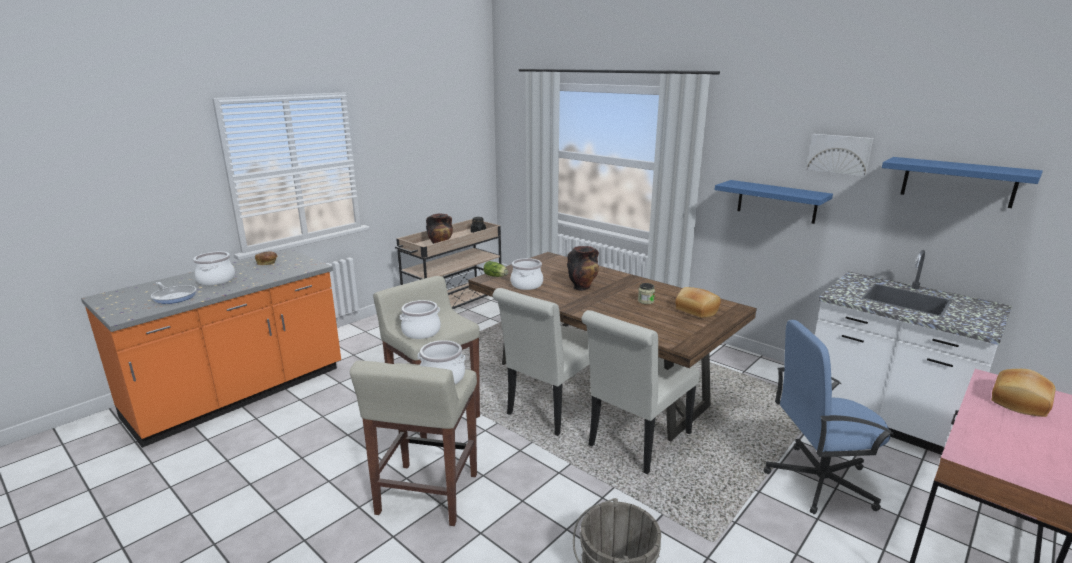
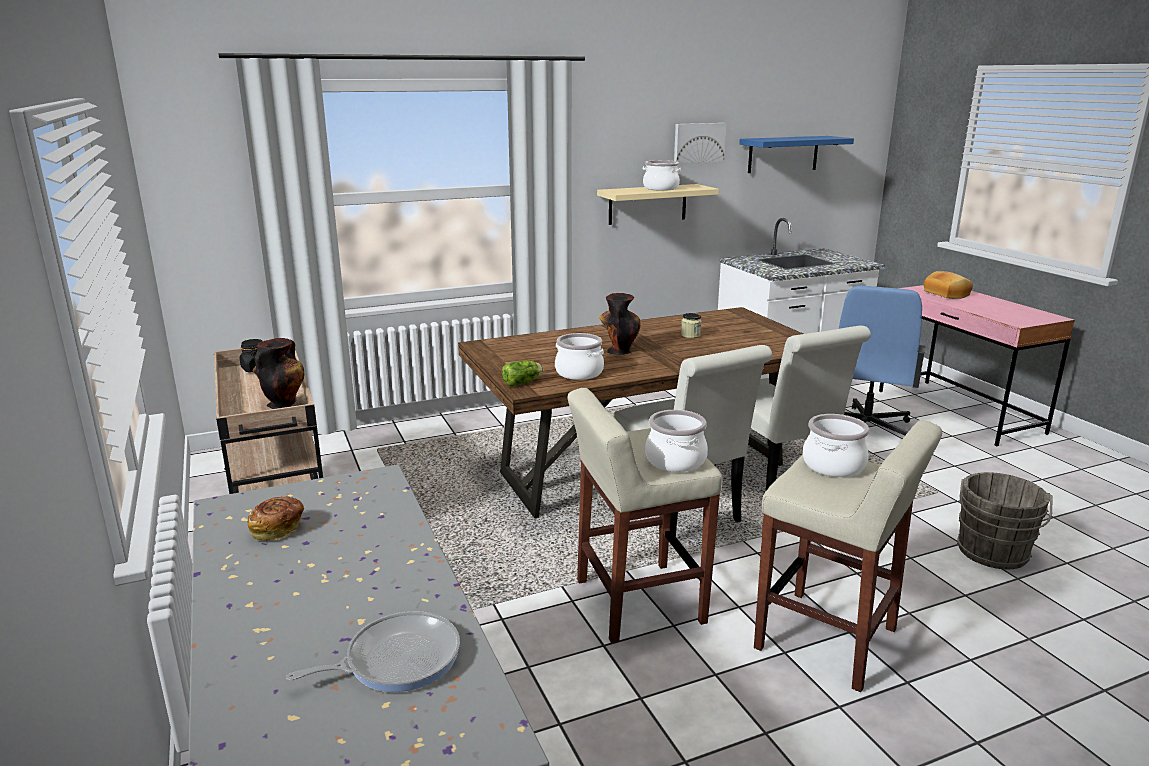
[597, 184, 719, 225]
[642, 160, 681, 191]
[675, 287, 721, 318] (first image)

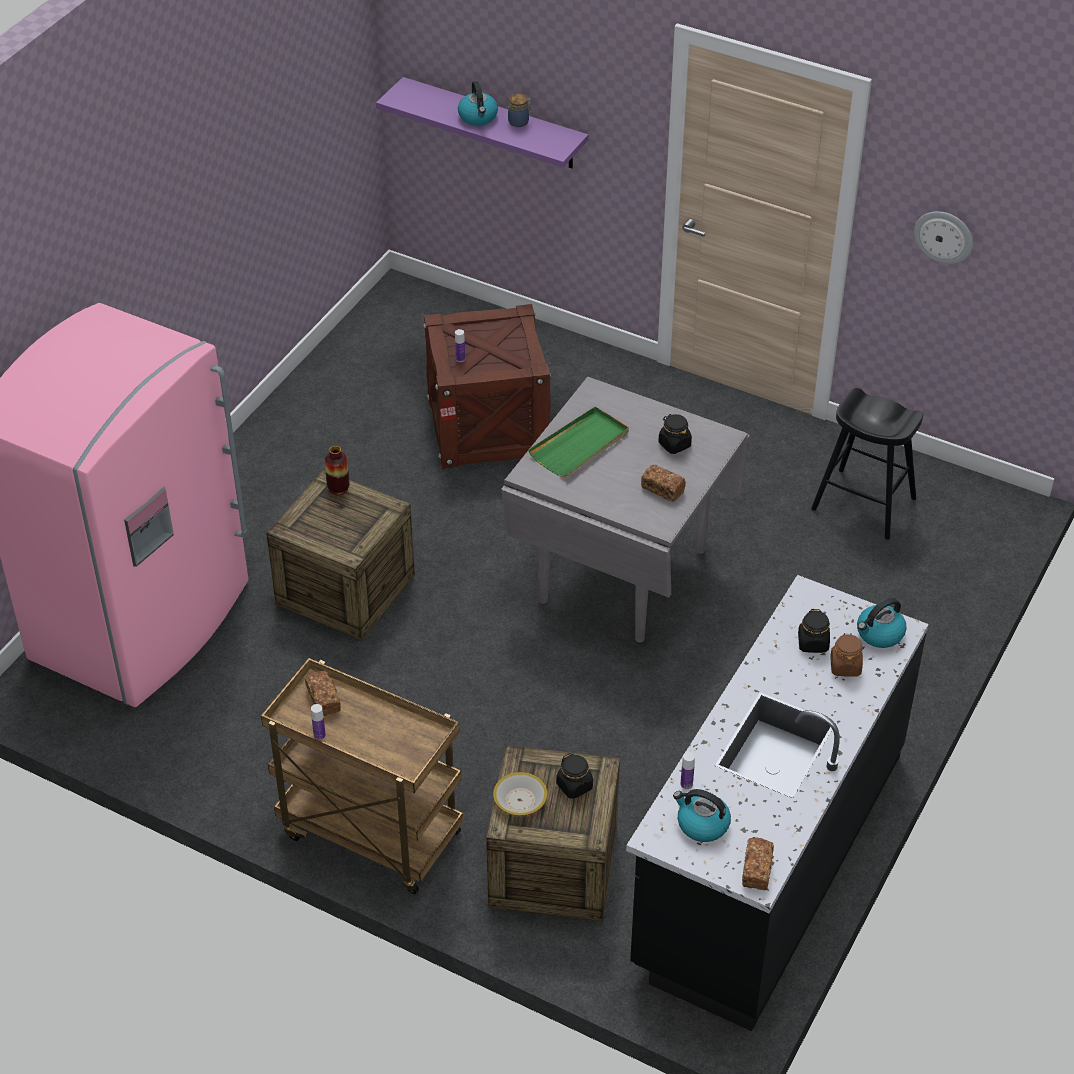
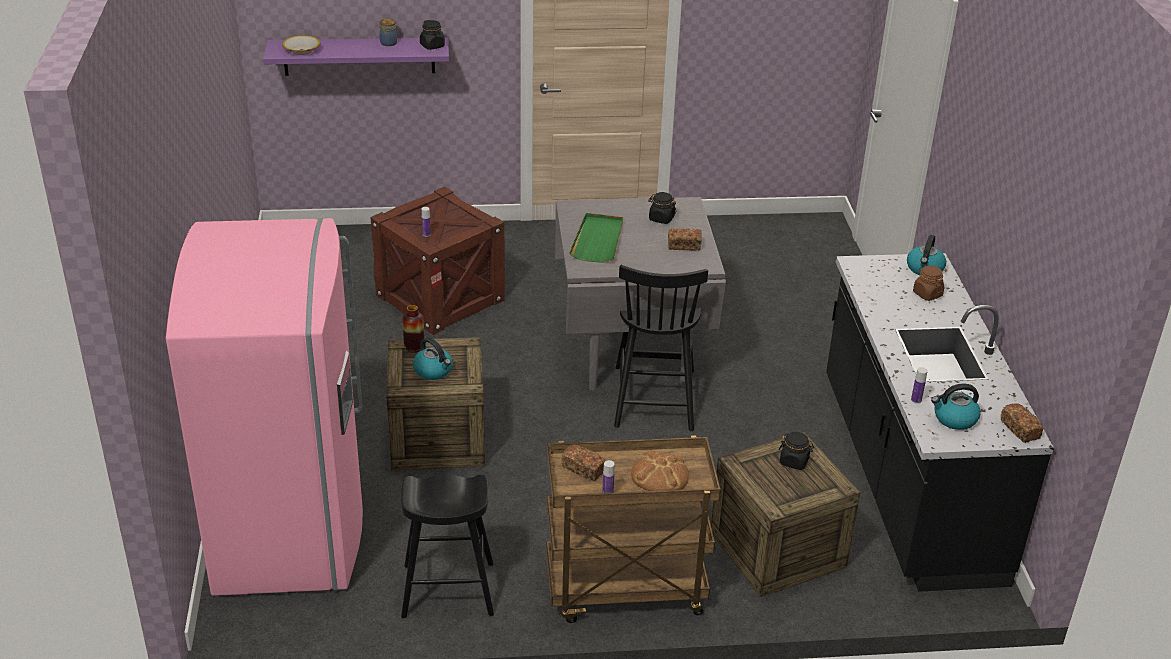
[282, 35, 320, 55]
[401, 475, 494, 618]
[413, 337, 453, 380]
[420, 20, 445, 50]
[614, 265, 708, 431]
[631, 450, 689, 491]
[914, 211, 973, 264] (first image)

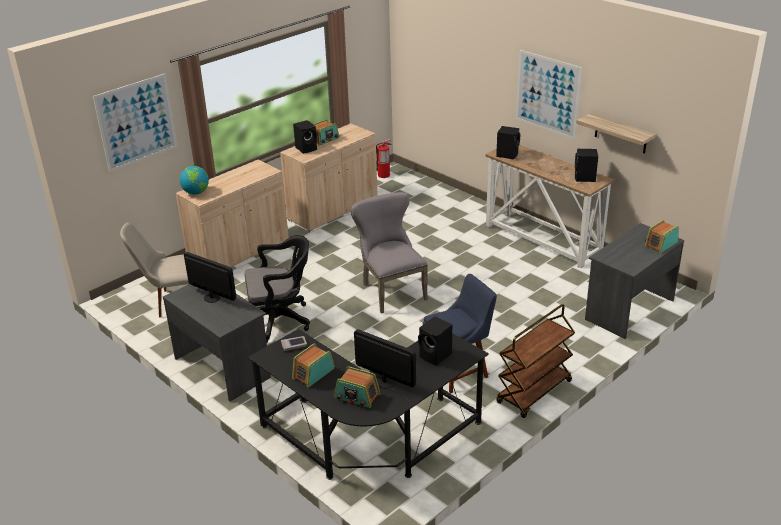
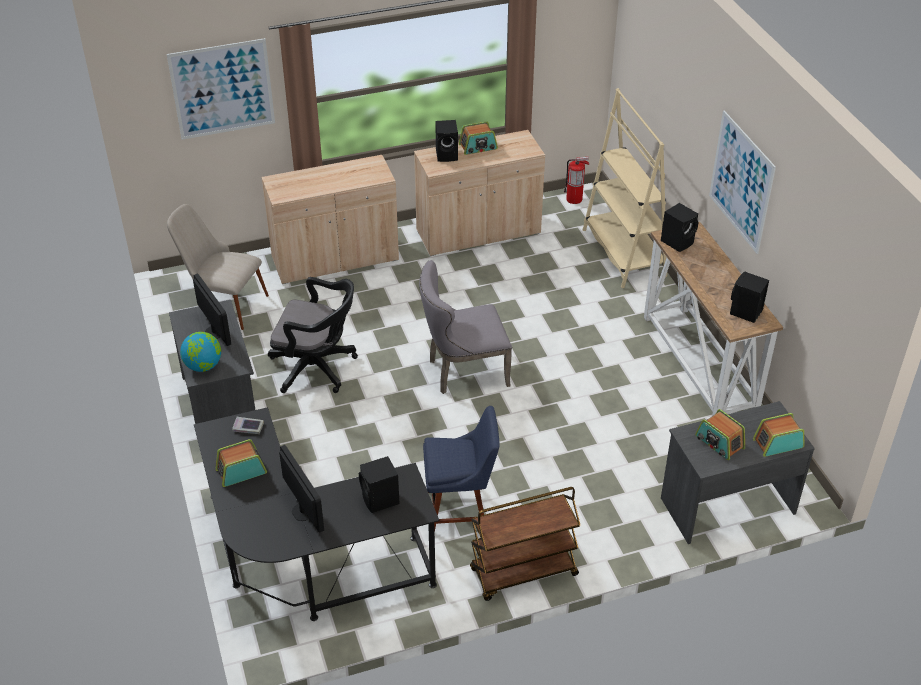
[180, 332, 221, 372]
[419, 260, 512, 394]
[583, 88, 667, 288]
[695, 409, 745, 460]
[576, 113, 656, 154] (first image)

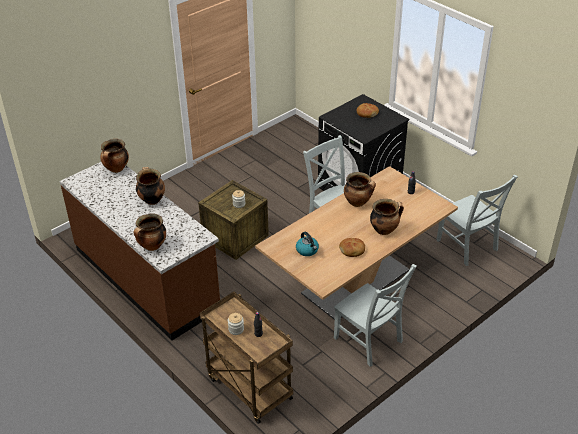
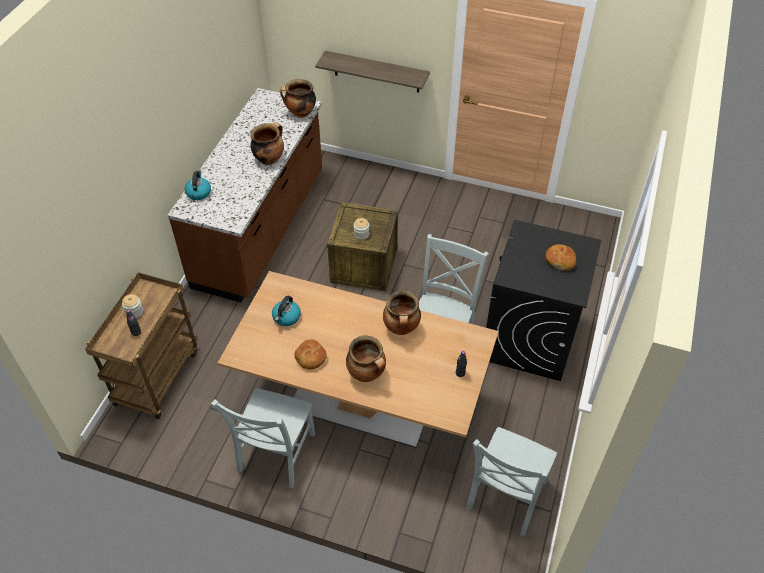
[185, 171, 211, 200]
[315, 51, 430, 92]

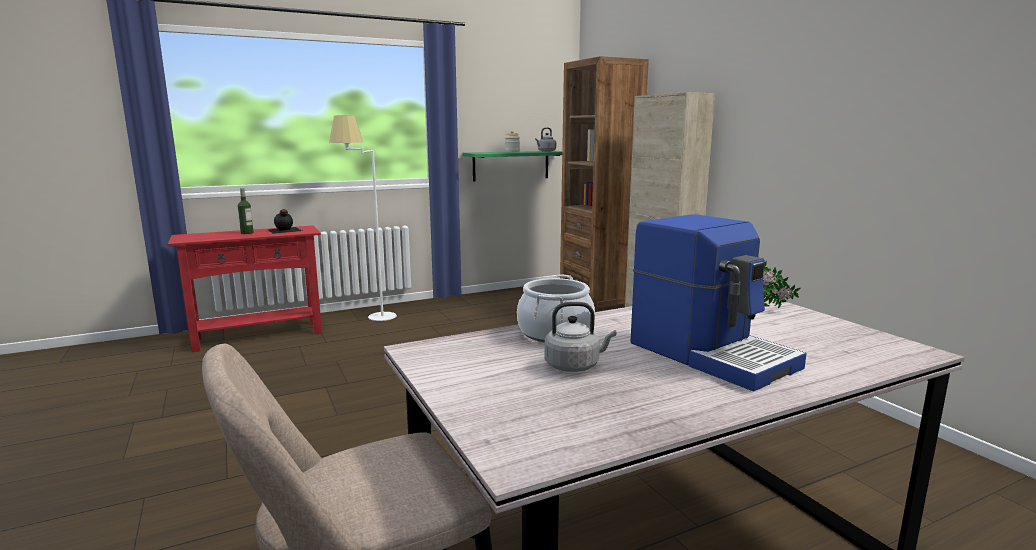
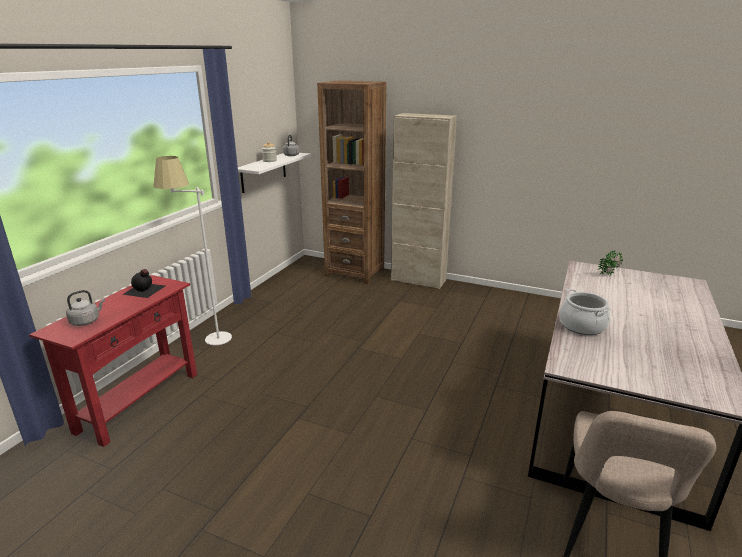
[66, 290, 105, 326]
[238, 153, 311, 193]
[238, 188, 254, 234] (first image)
[630, 215, 807, 392] (first image)

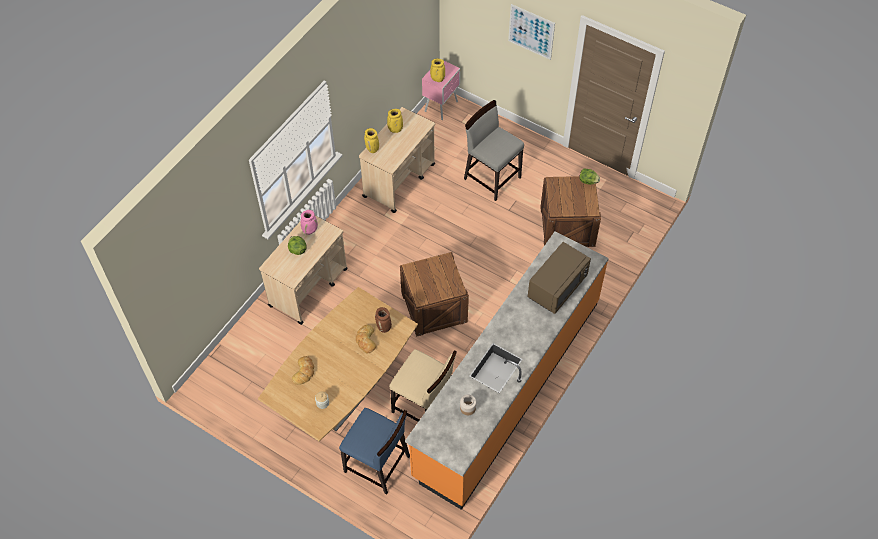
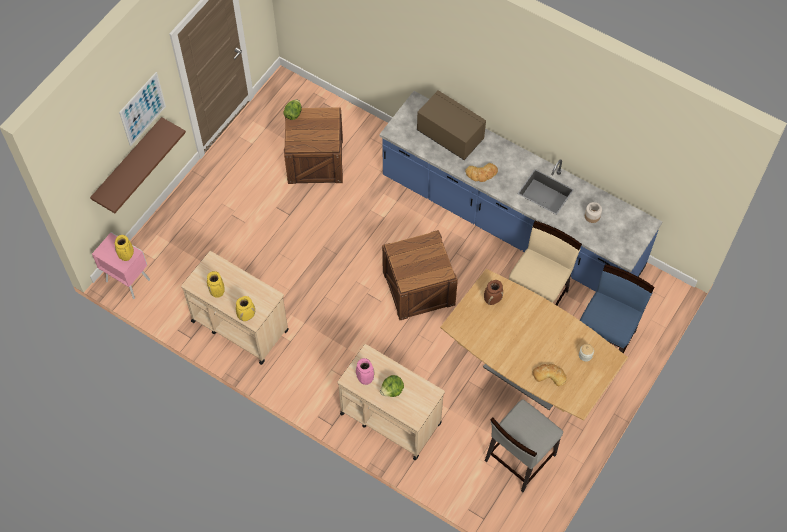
[90, 117, 186, 213]
[379, 91, 662, 292]
[465, 163, 498, 182]
[485, 399, 563, 492]

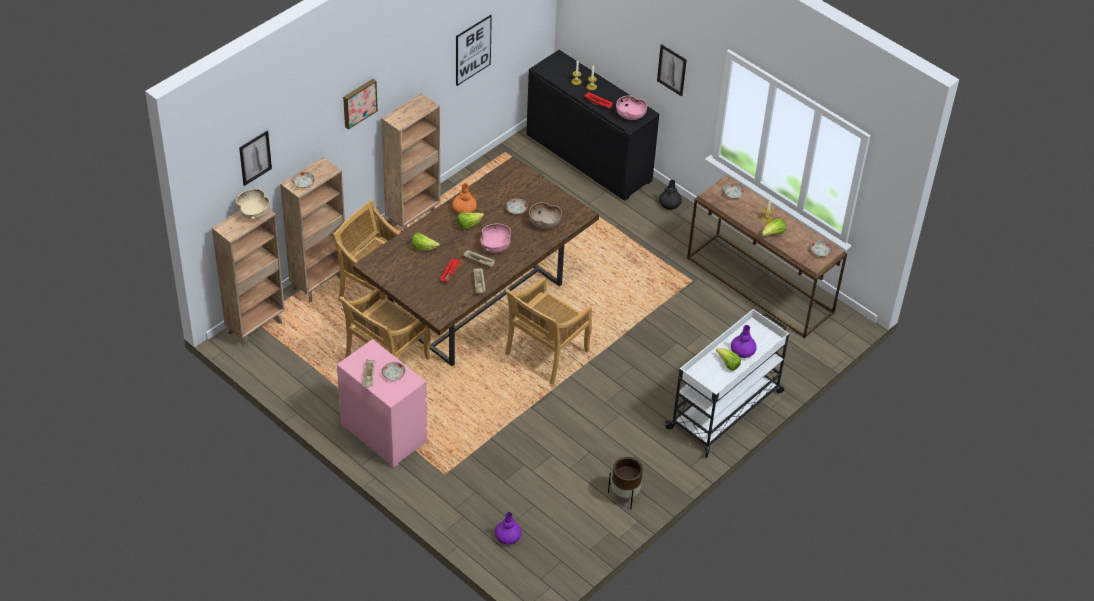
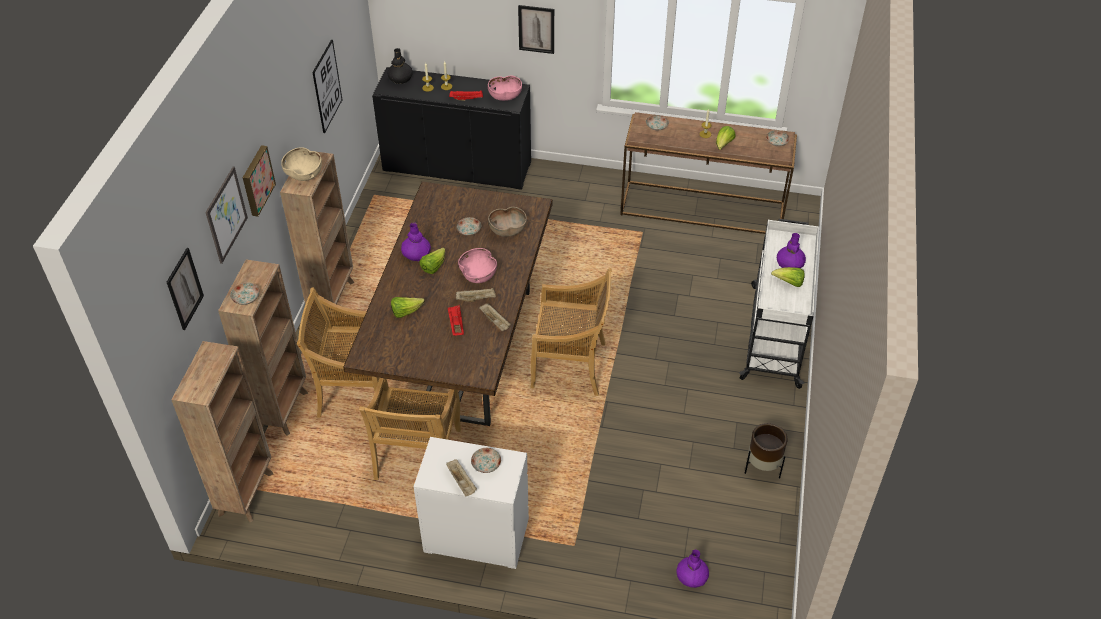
[205, 167, 248, 264]
[281, 147, 322, 181]
[387, 48, 413, 84]
[401, 222, 431, 261]
[413, 437, 529, 569]
[530, 268, 612, 396]

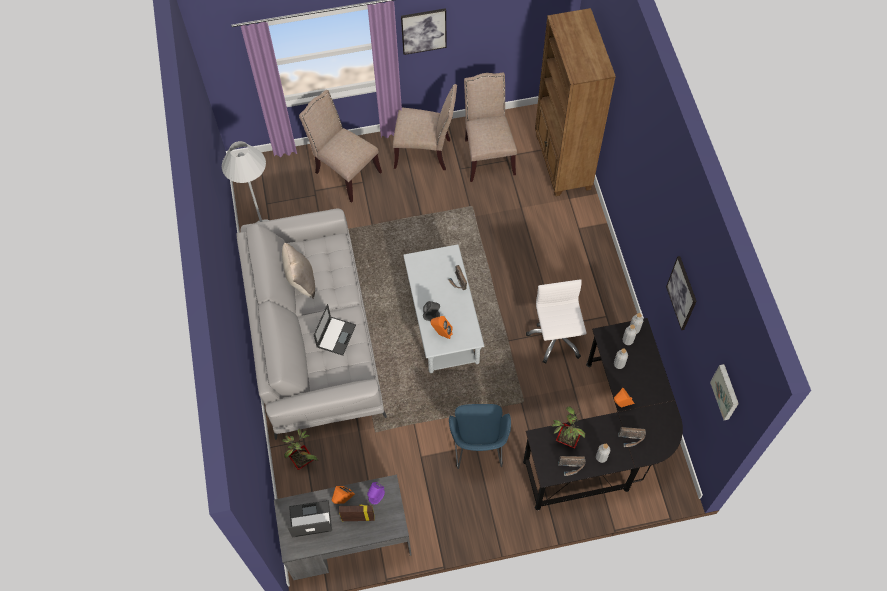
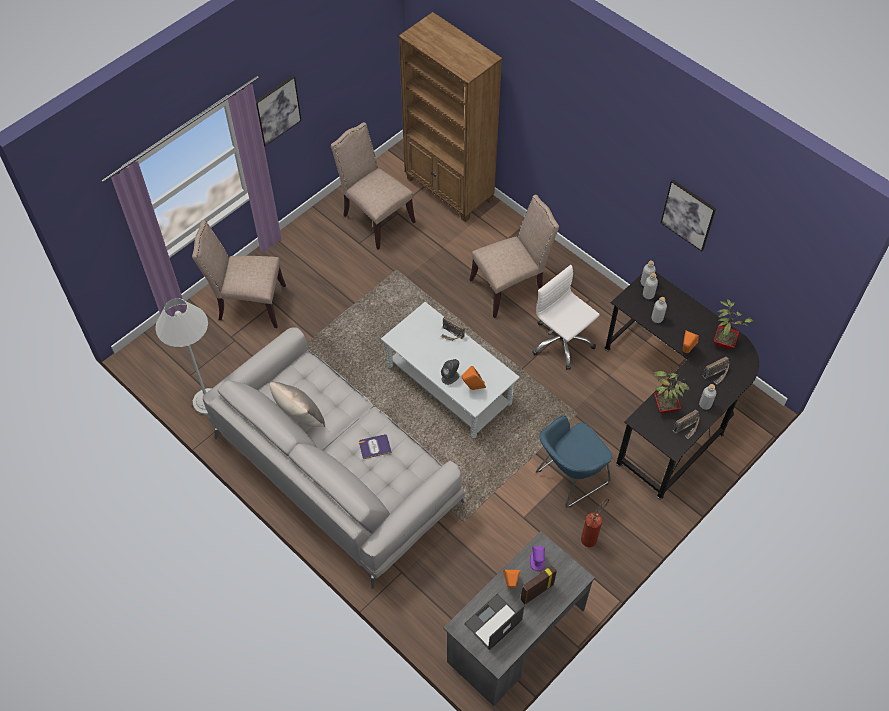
[359, 434, 392, 459]
[469, 195, 559, 318]
[536, 415, 612, 507]
[581, 498, 609, 547]
[713, 299, 754, 349]
[710, 364, 739, 420] (first image)

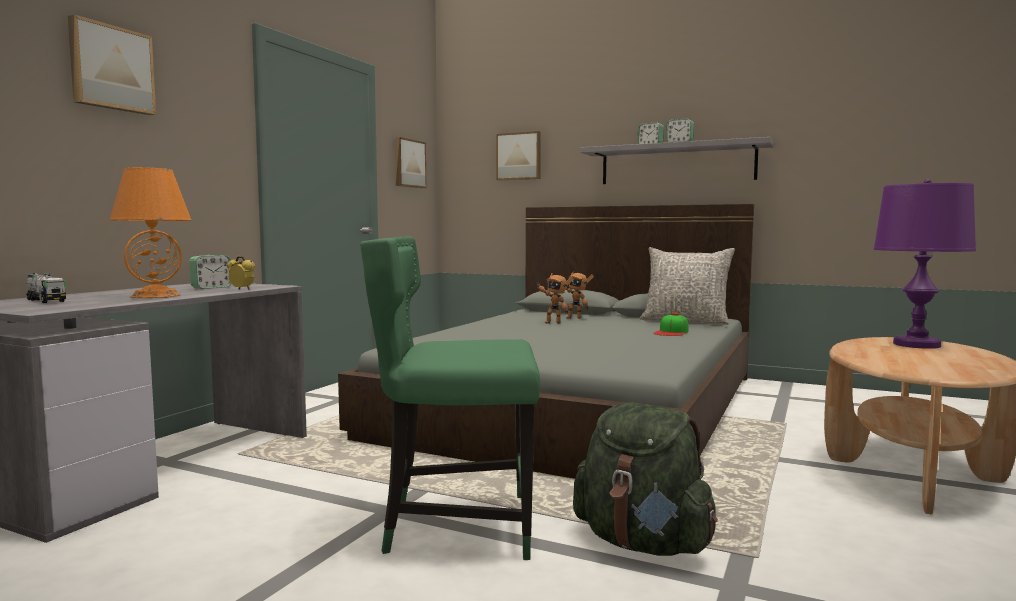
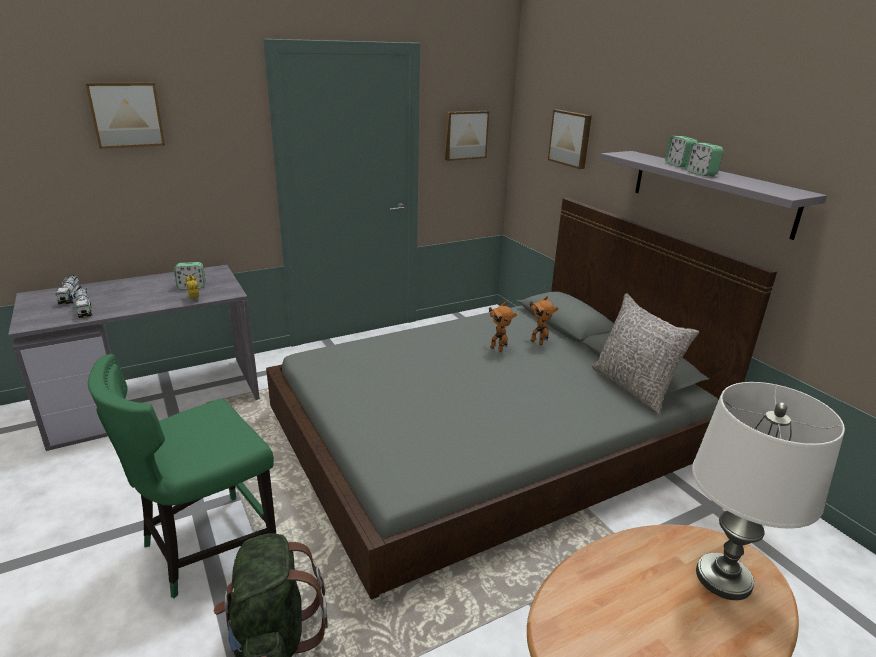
[74, 287, 92, 318]
[88, 354, 276, 598]
[692, 382, 845, 600]
[110, 167, 191, 298] (first image)
[653, 312, 689, 336] (first image)

